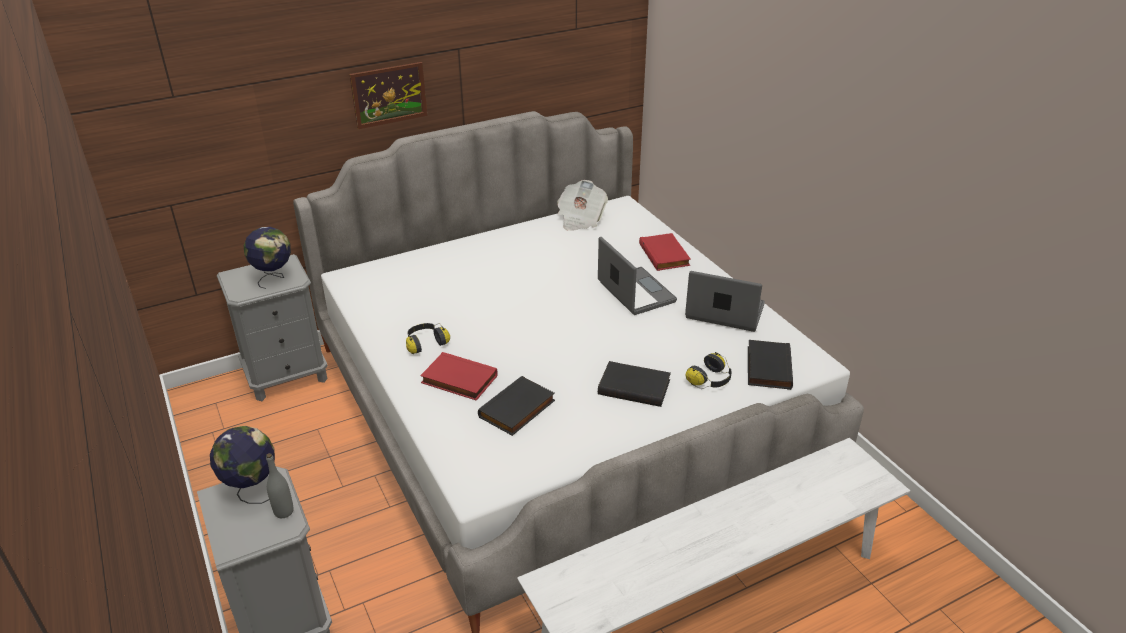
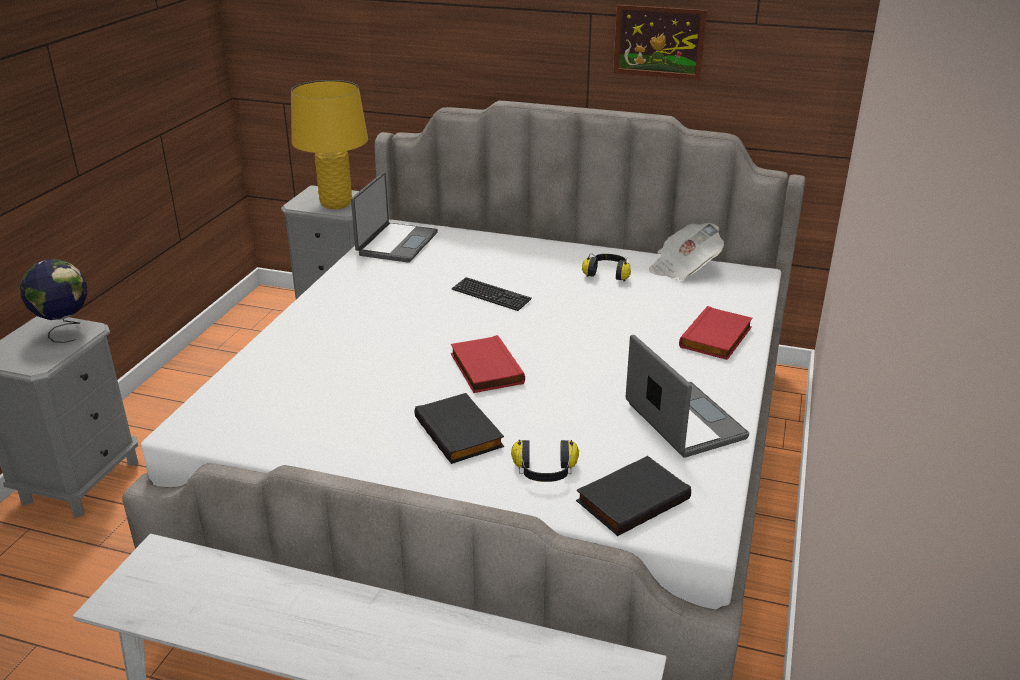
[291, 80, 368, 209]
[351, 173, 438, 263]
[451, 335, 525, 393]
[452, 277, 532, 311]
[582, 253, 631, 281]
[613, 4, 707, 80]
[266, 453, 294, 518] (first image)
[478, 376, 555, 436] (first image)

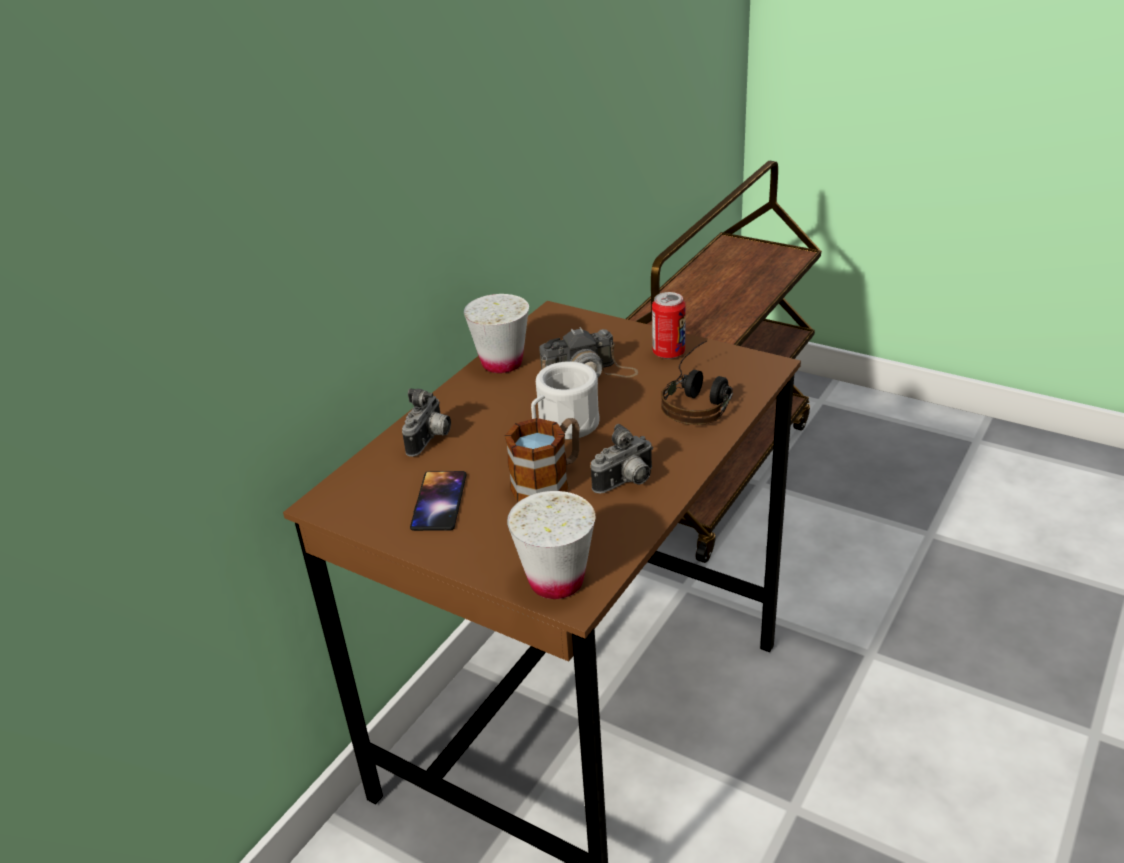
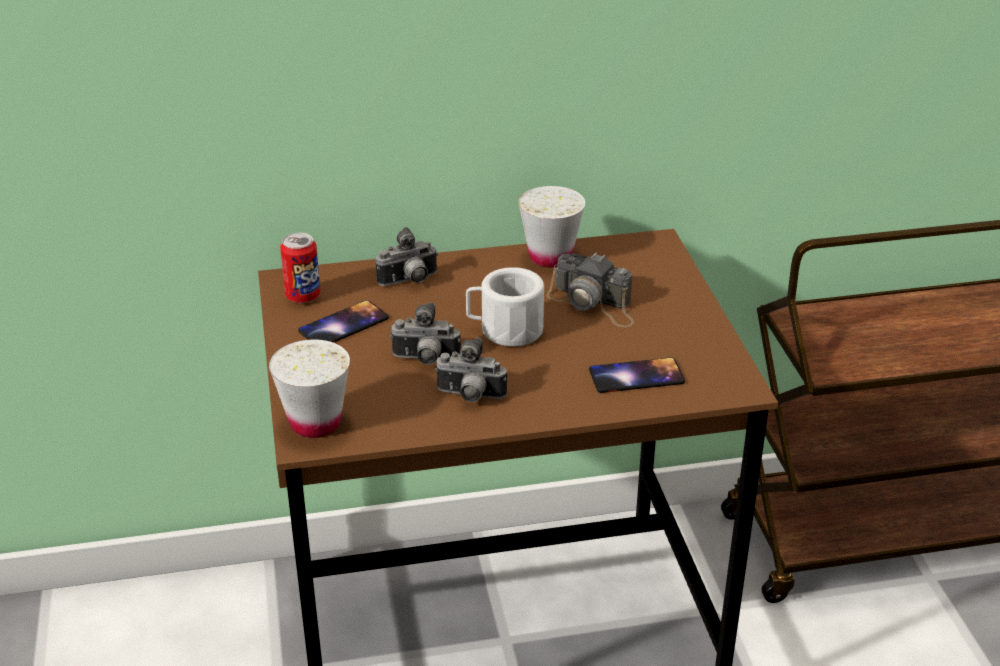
[280, 233, 321, 303]
[390, 302, 461, 365]
[589, 357, 685, 393]

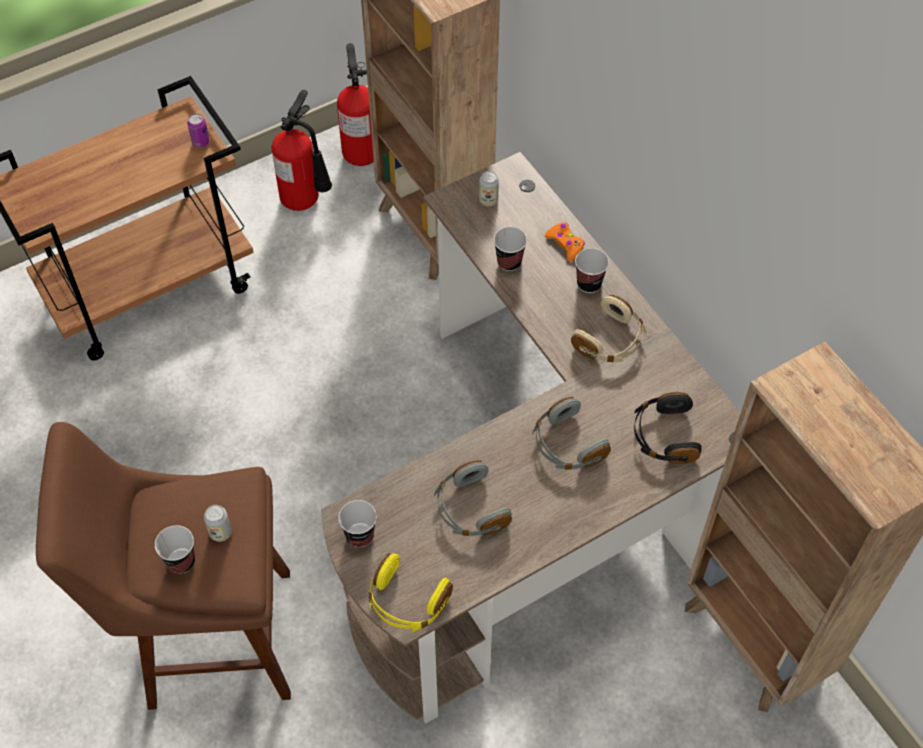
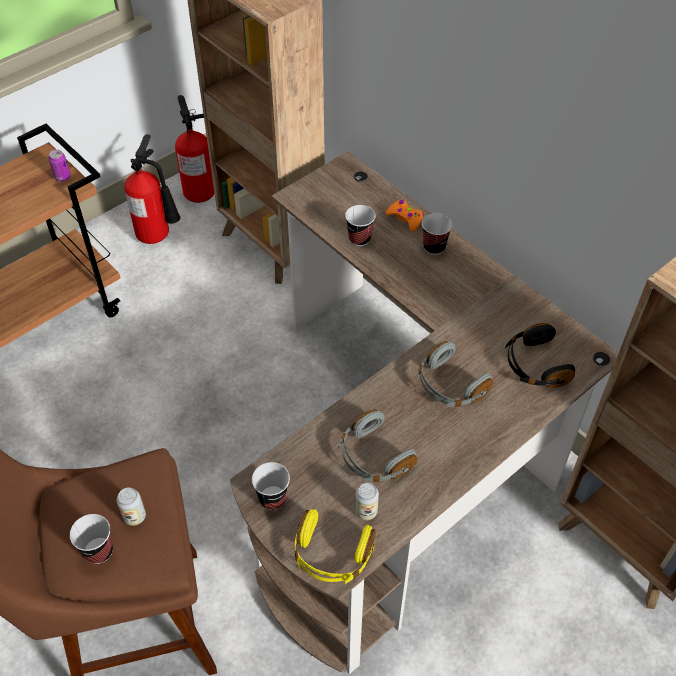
[355, 483, 379, 520]
[571, 295, 647, 362] (first image)

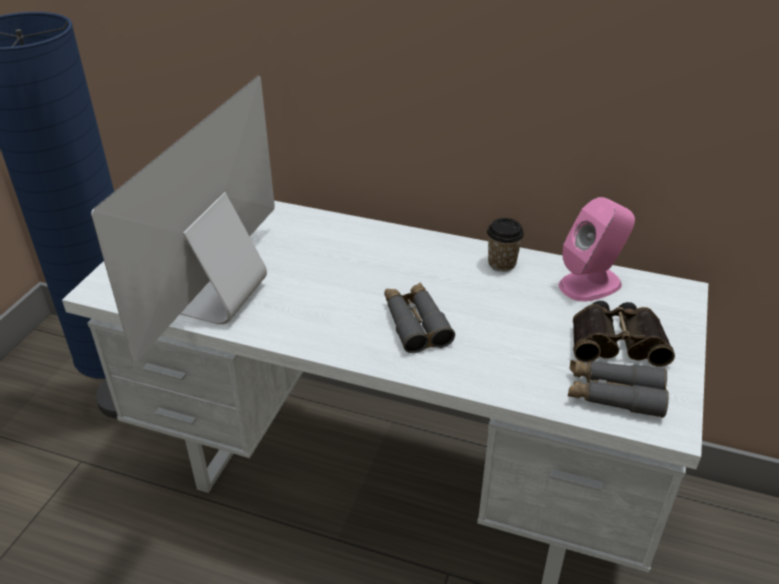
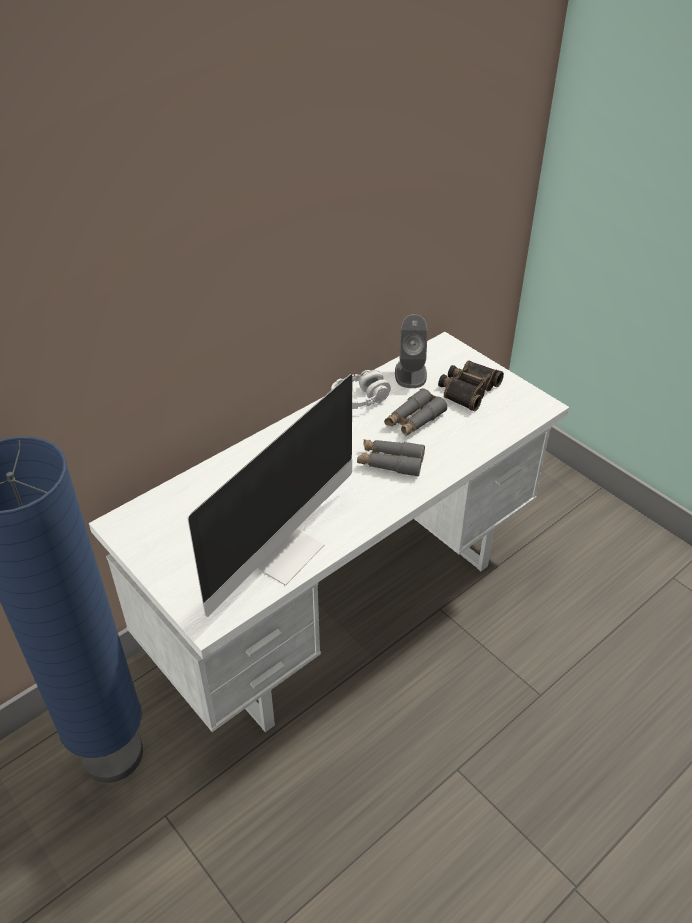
[188, 374, 352, 617]
[331, 370, 391, 409]
[384, 388, 447, 436]
[395, 314, 428, 388]

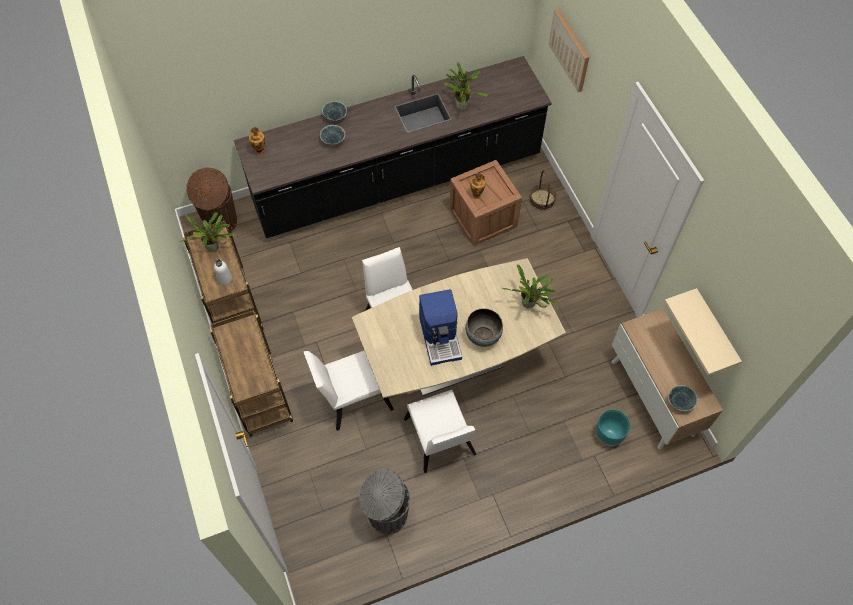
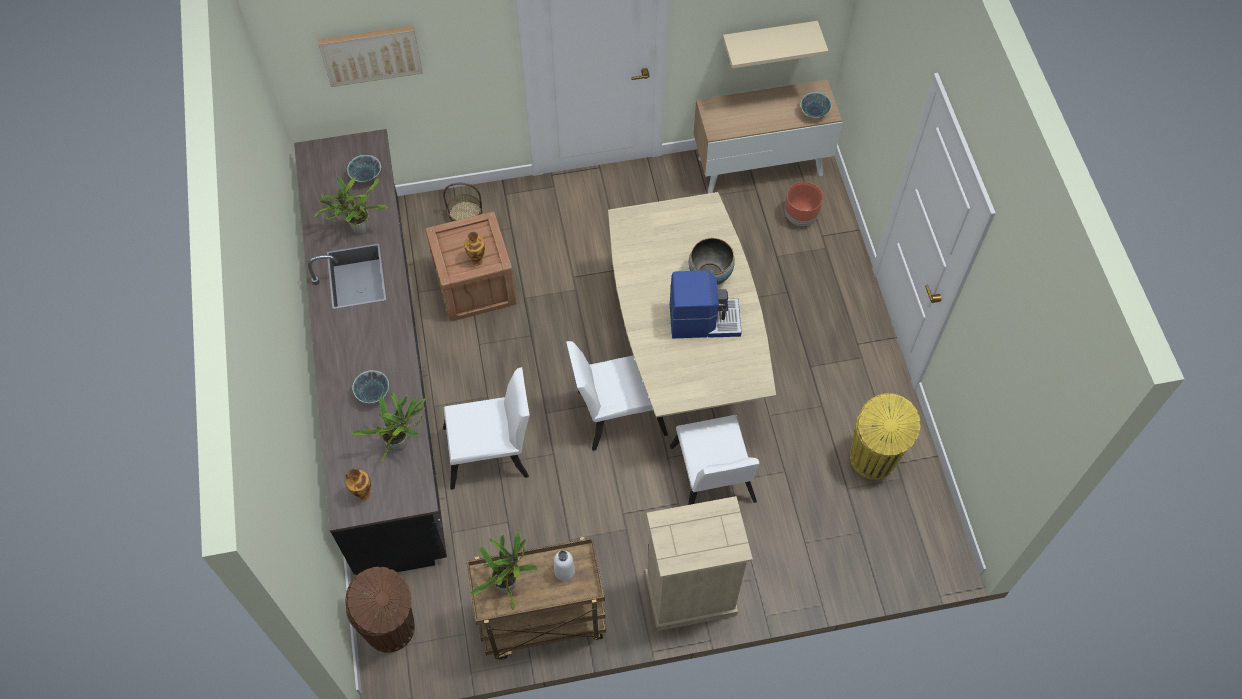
[347, 155, 381, 182]
[352, 393, 426, 463]
[443, 367, 530, 490]
[645, 496, 753, 631]
[785, 182, 823, 226]
[850, 393, 921, 480]

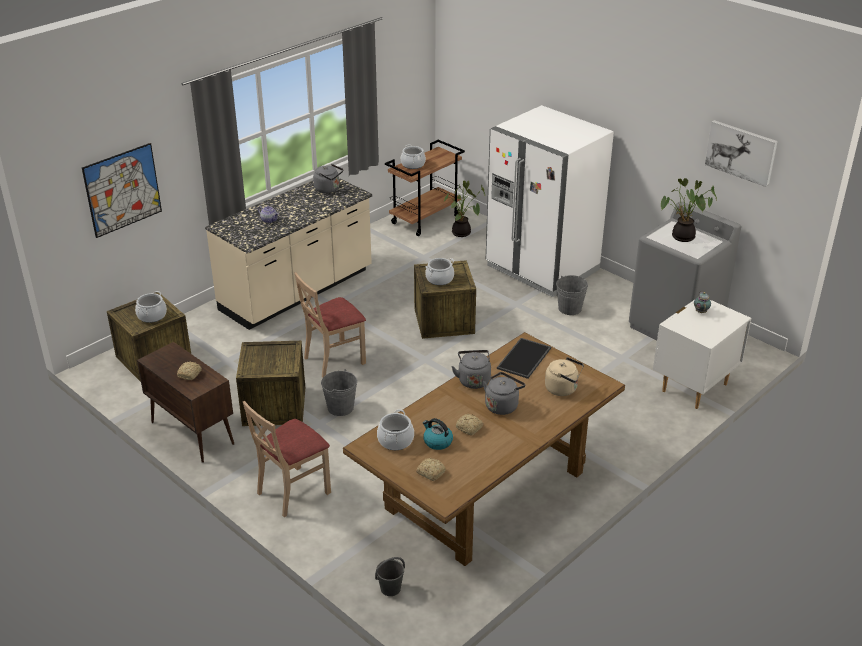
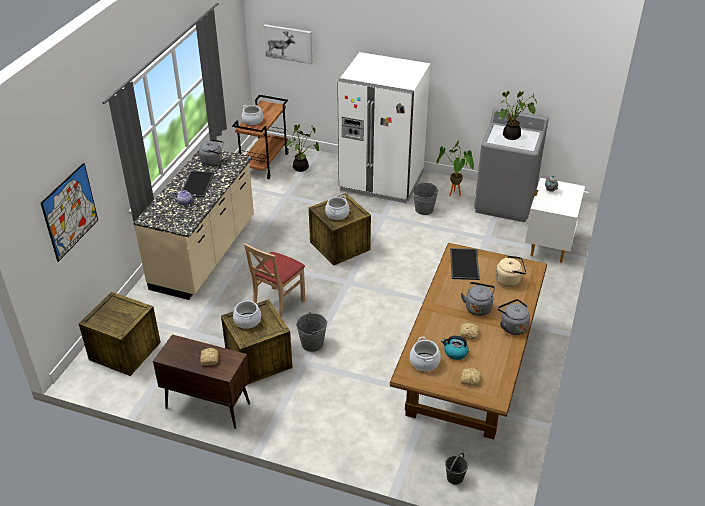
[181, 171, 214, 197]
[233, 298, 261, 329]
[264, 24, 312, 64]
[437, 141, 474, 197]
[498, 299, 530, 335]
[243, 401, 331, 517] (first image)

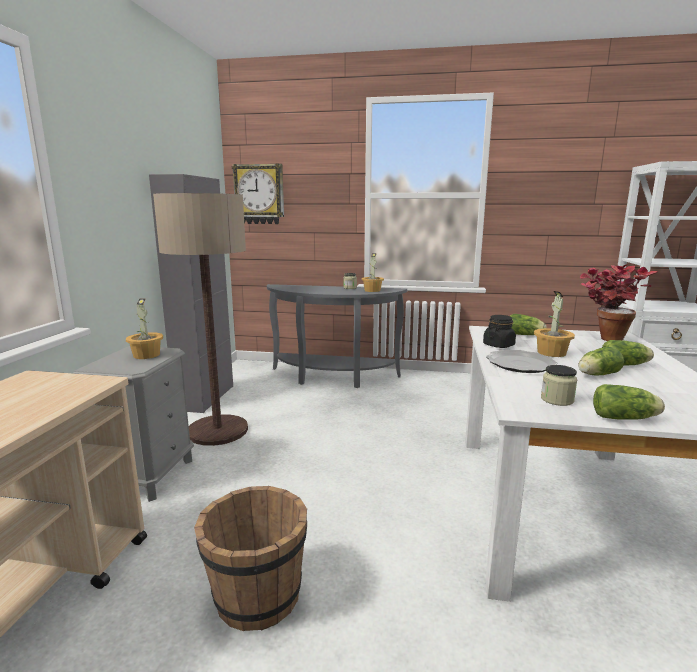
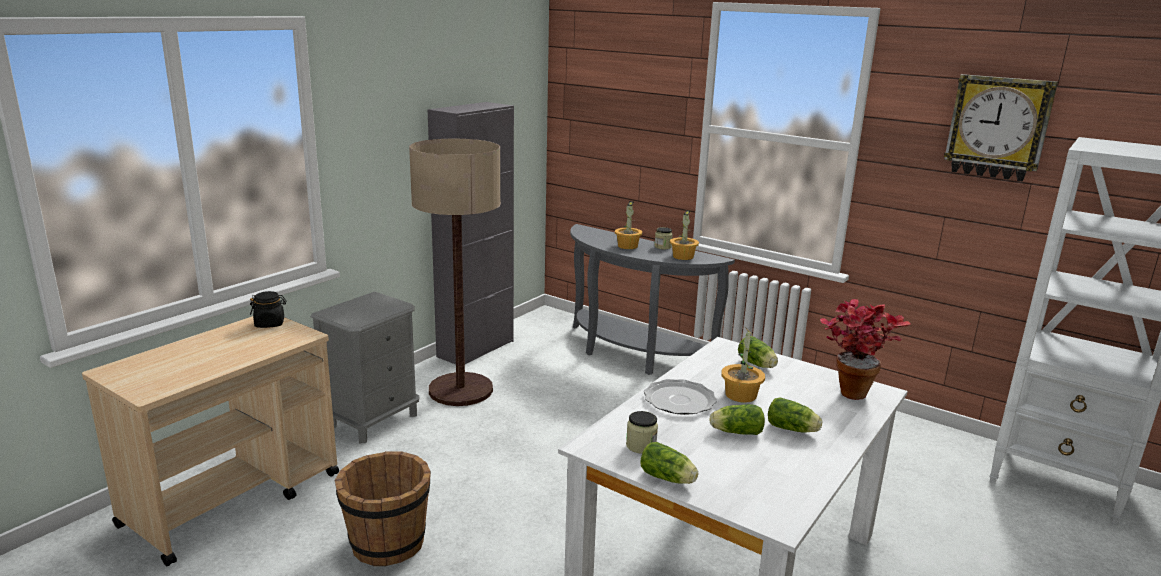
[250, 291, 286, 328]
[615, 201, 642, 249]
[944, 74, 1058, 181]

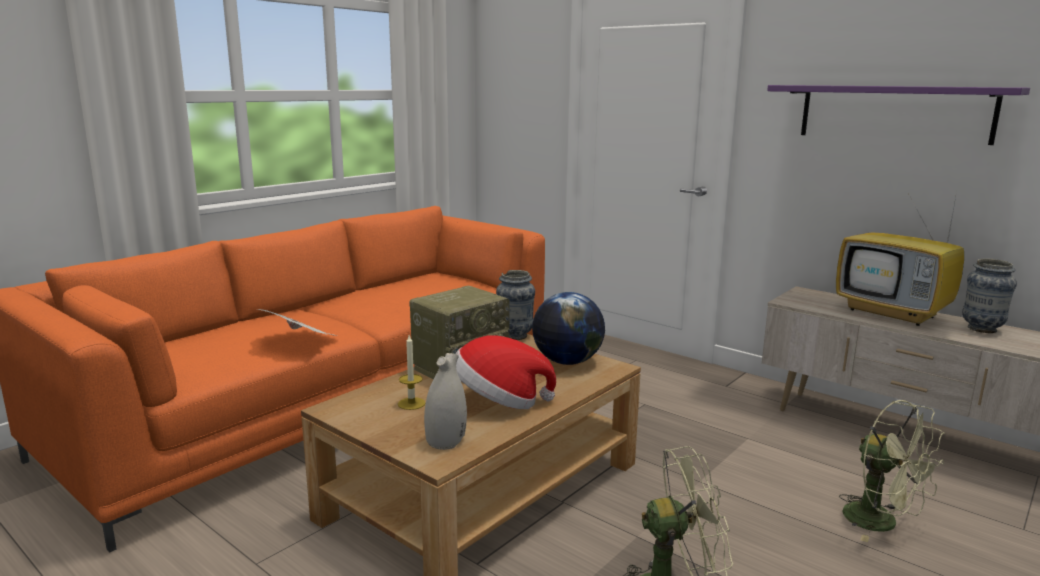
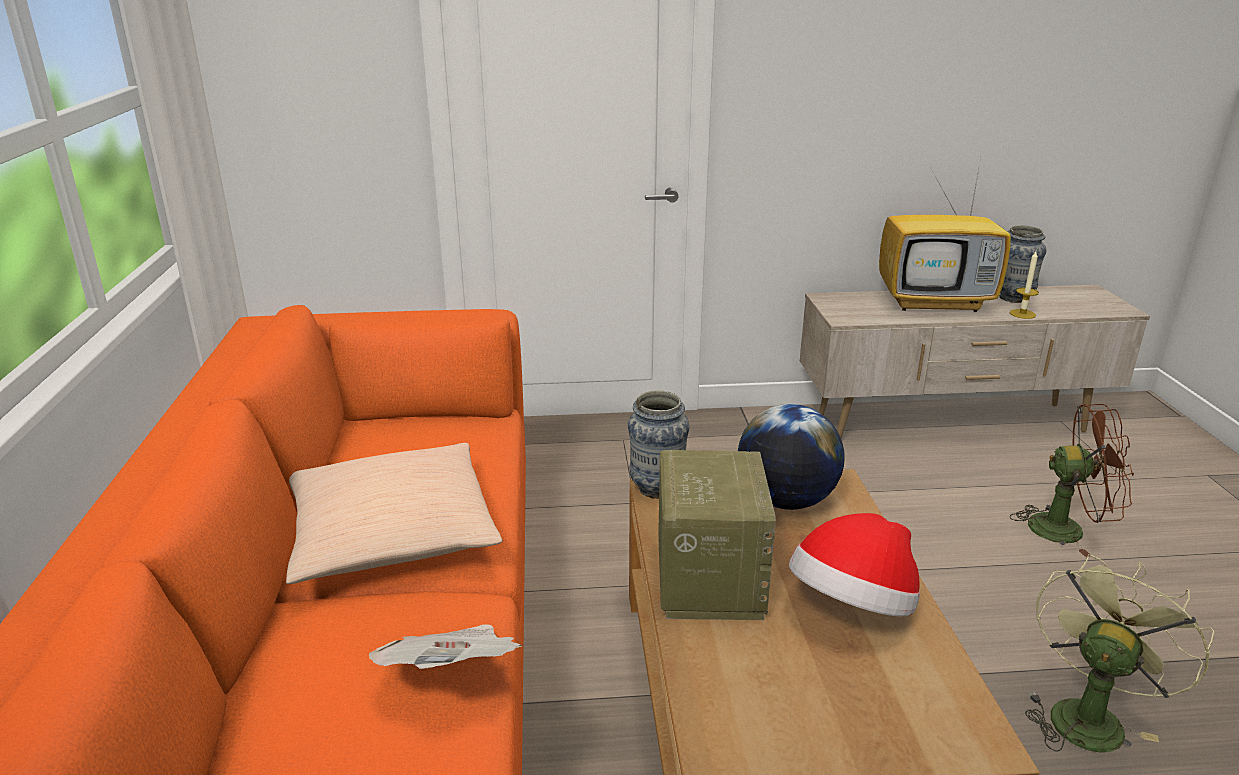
[286, 443, 502, 584]
[1010, 251, 1039, 319]
[1010, 404, 1134, 557]
[424, 353, 467, 450] (first image)
[767, 85, 1030, 145] (first image)

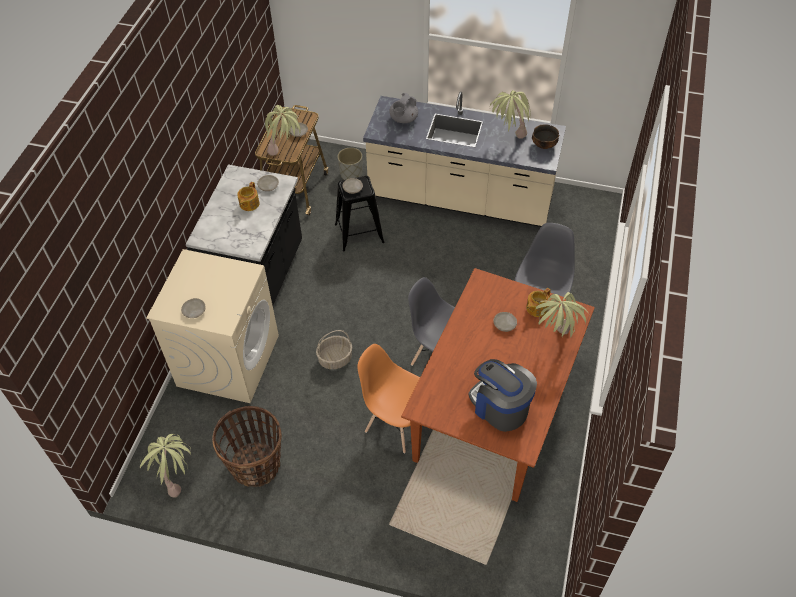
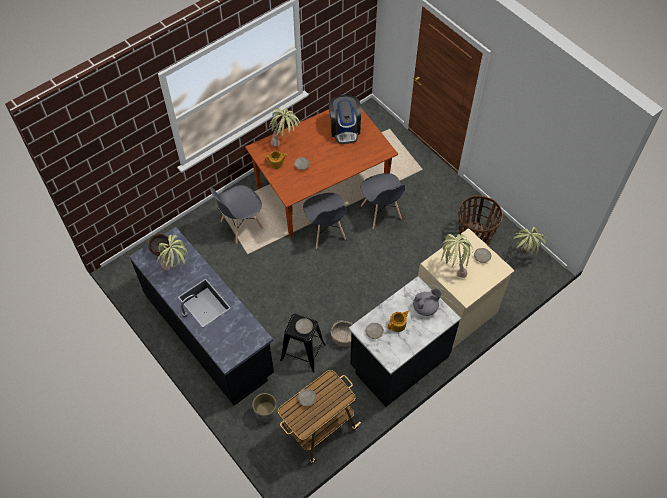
[129, 227, 274, 406]
[330, 321, 353, 347]
[361, 173, 405, 229]
[413, 288, 442, 316]
[441, 234, 473, 278]

